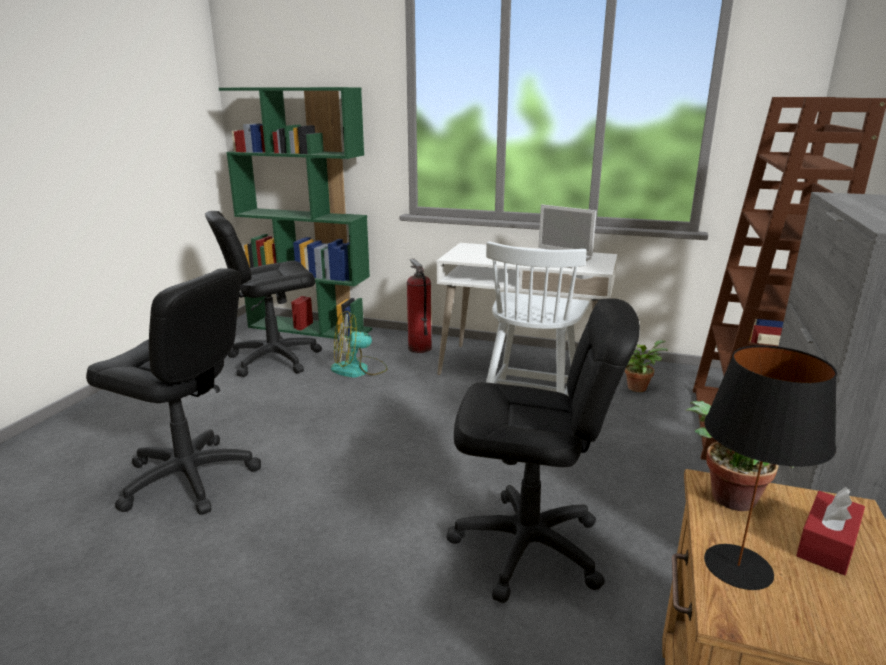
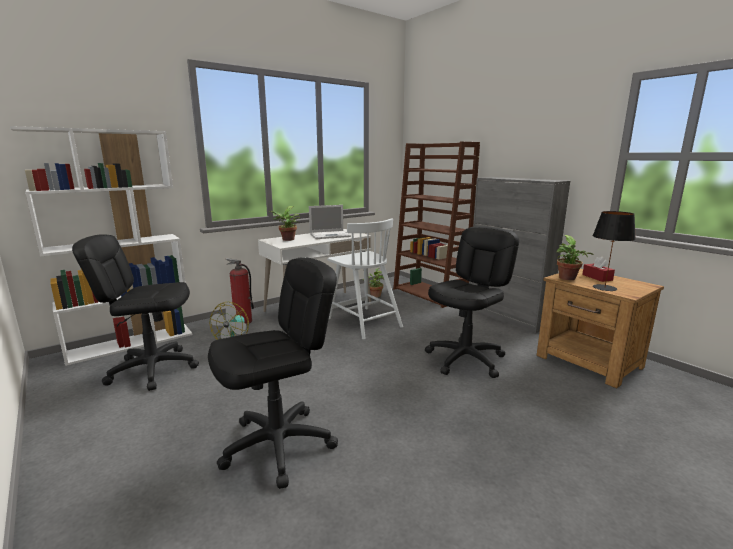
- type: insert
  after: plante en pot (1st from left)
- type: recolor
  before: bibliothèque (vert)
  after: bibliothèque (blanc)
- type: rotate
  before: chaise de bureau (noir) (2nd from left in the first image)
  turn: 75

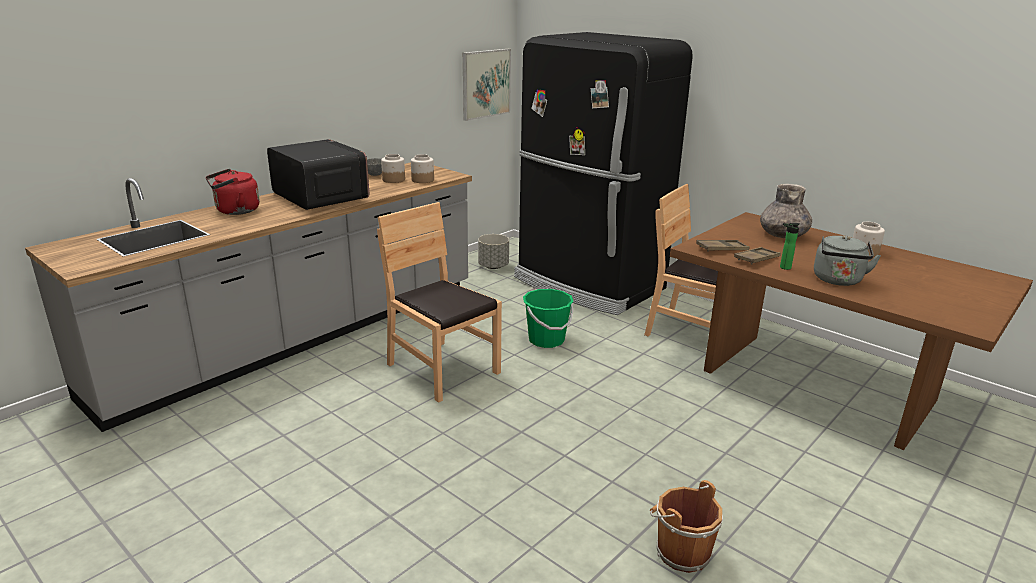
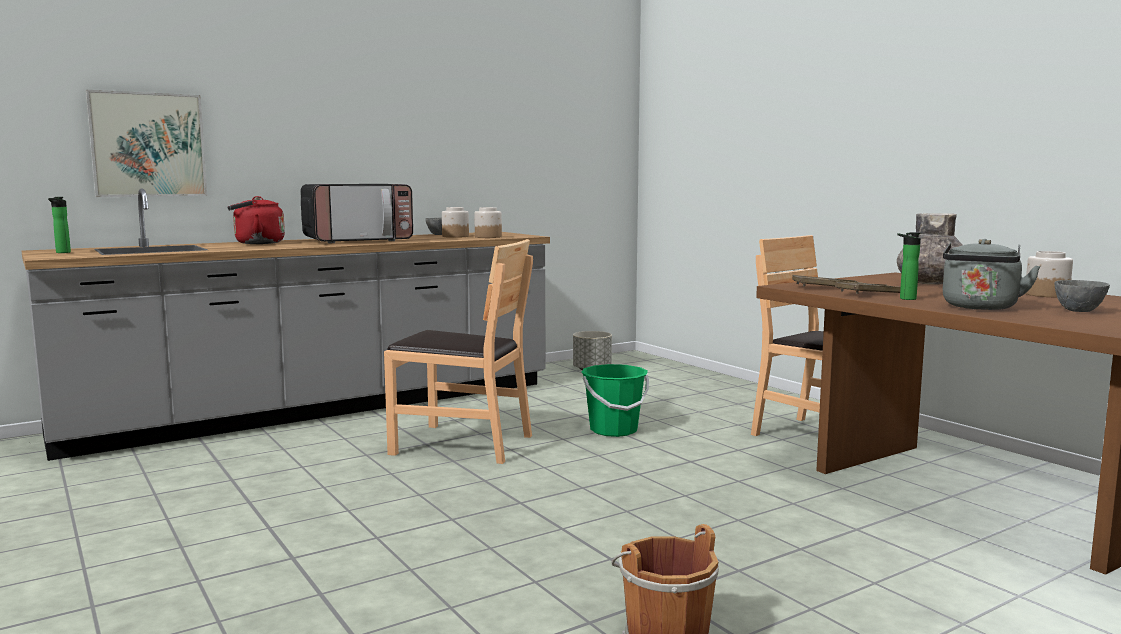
- type: delete
  before: réfrigérateur (noir)
- type: insert
  after: bouteille (1st from left)
- type: insert
  after: bol (gris) (2nd from left)
- type: move
  before: tableau
- type: rotate
  before: micro-ondes
  turn: 90
- type: rotate
  before: chaise (marron) (1st from left)
  turn: 135

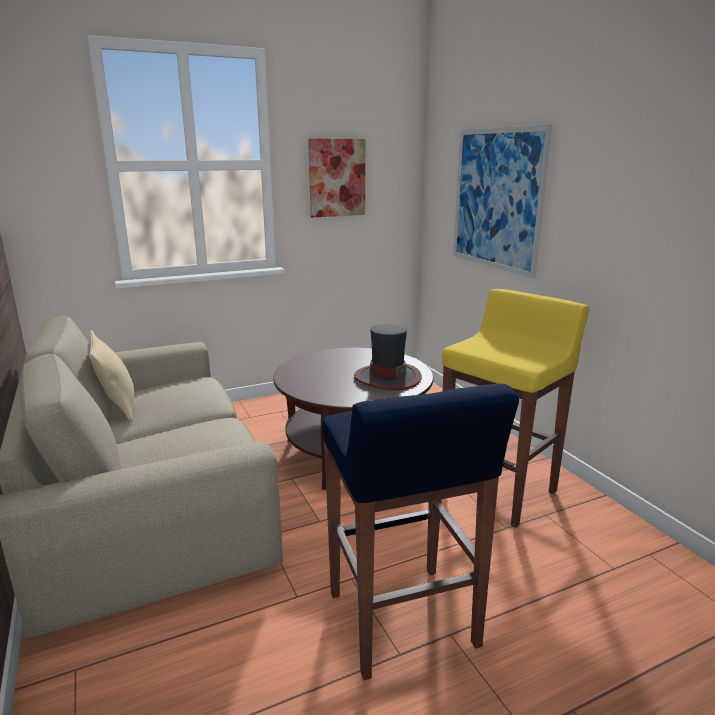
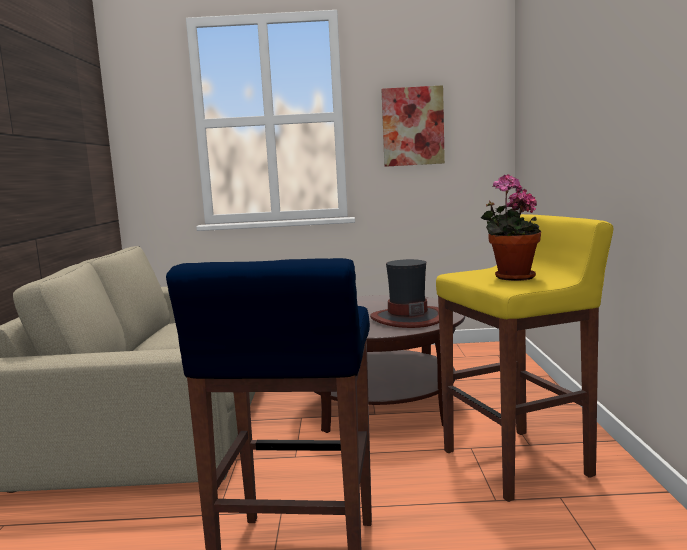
- type: delete
  before: coussin (beige)
- type: delete
  before: tableau (2nd from left)
- type: insert
  after: plante en pot

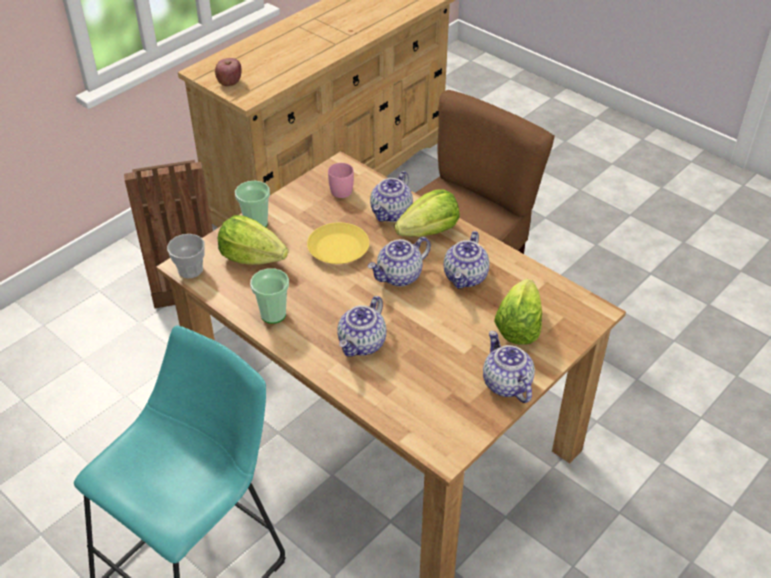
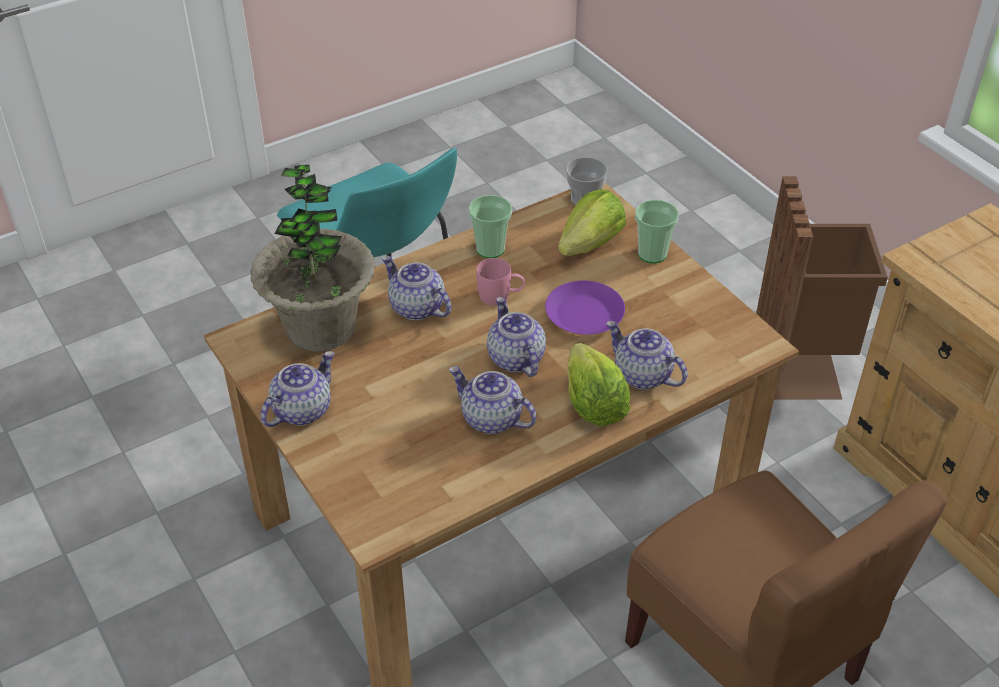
- type: delete
  before: pomme
- type: delete
  before: laitue (3rd from left)
- type: insert
  after: plante en pot
- type: move
  before: mug (rose)
- type: recolor
  before: assiette (jaune)
  after: assiette (violet)
- type: rotate
  before: théière (5th from left in the first image)
  turn: -45

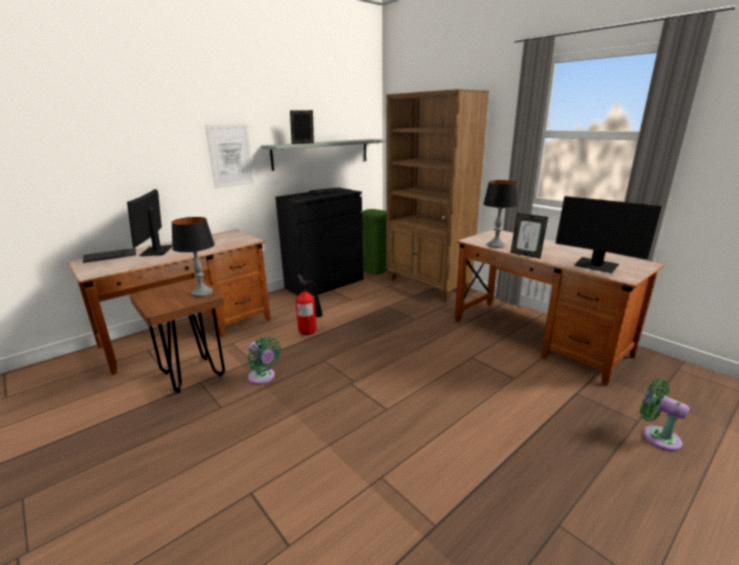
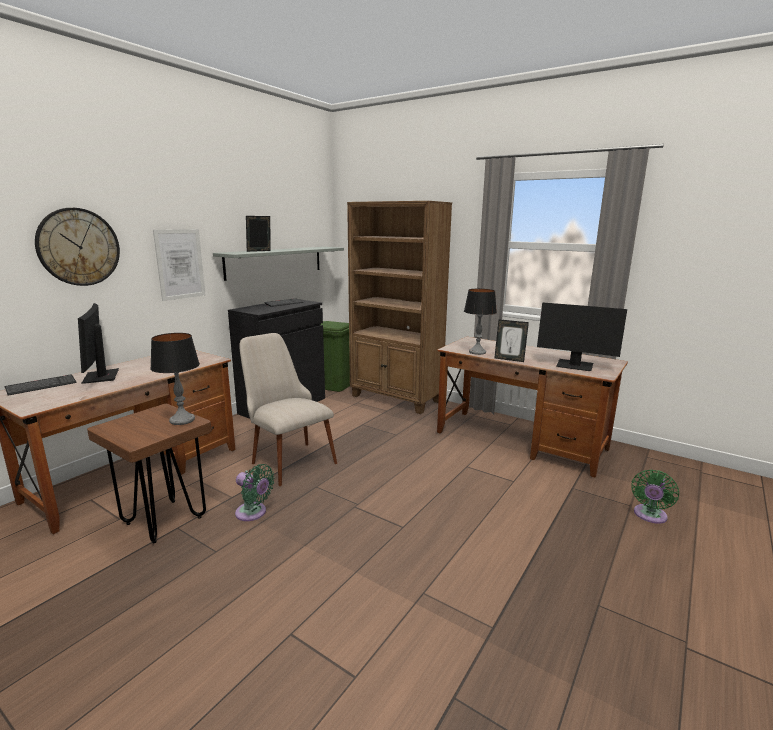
- type: insert
  after: horloge murale
- type: replace
  before: extincteur
  after: chaise (beige)
- type: rotate
  before: ventilateur (vert) (2nd from left)
  turn: -90

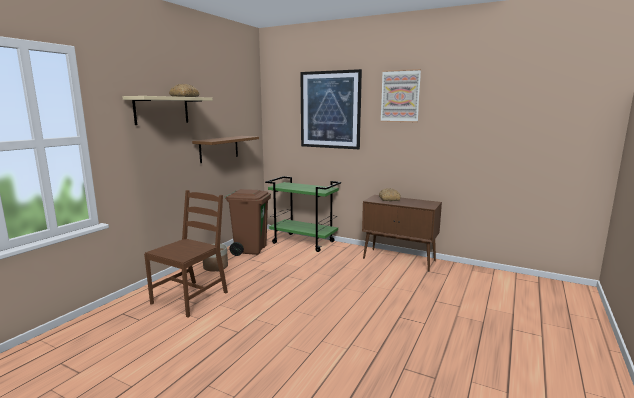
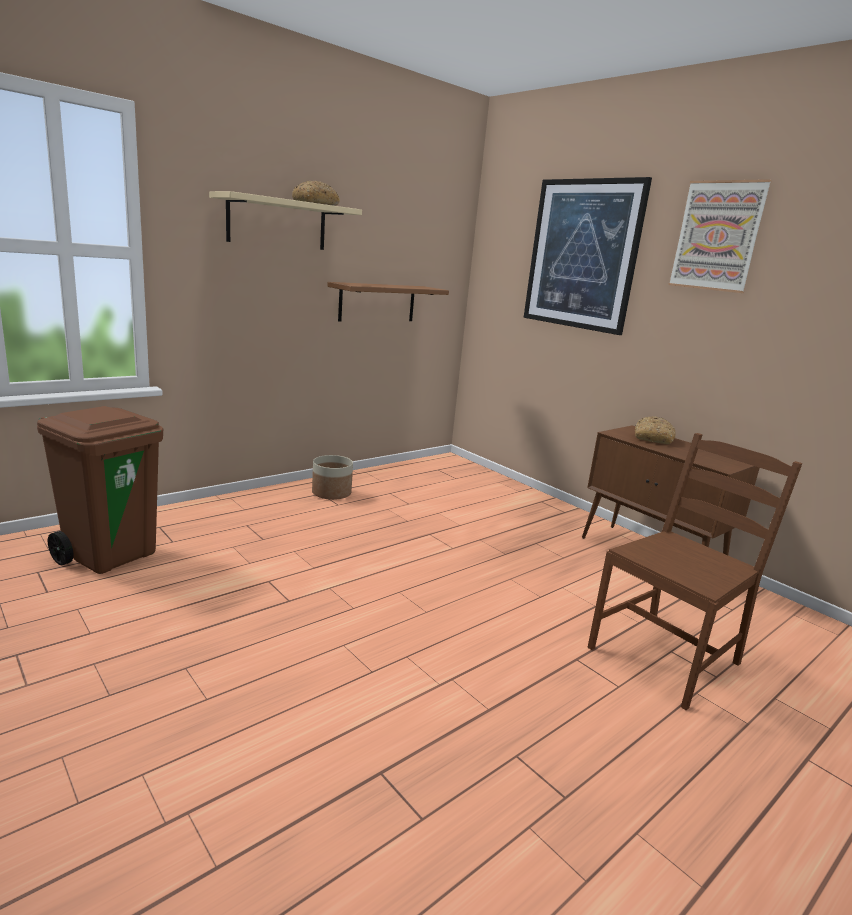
- type: delete
  before: chariot (vert)
- type: move
  before: chaise (marron)
- type: move
  before: poubelle (marron)

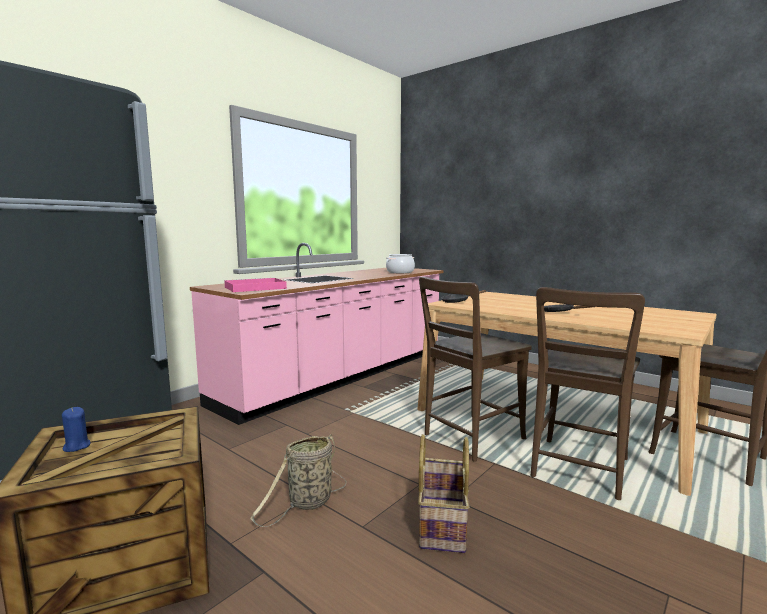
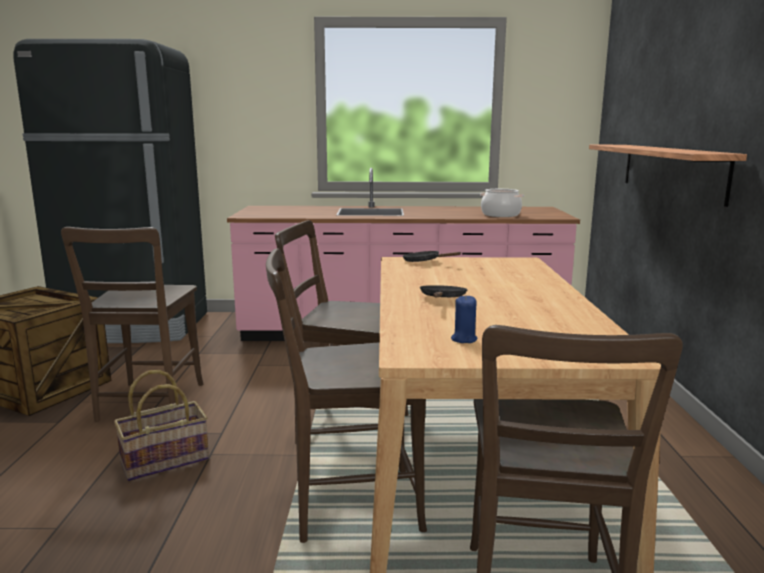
- type: delete
  before: plateau (rose)
- type: insert
  after: étagère
- type: move
  before: bougie (bleu)
- type: replace
  before: panier (1st from left)
  after: chaise (marron) (1st from left)

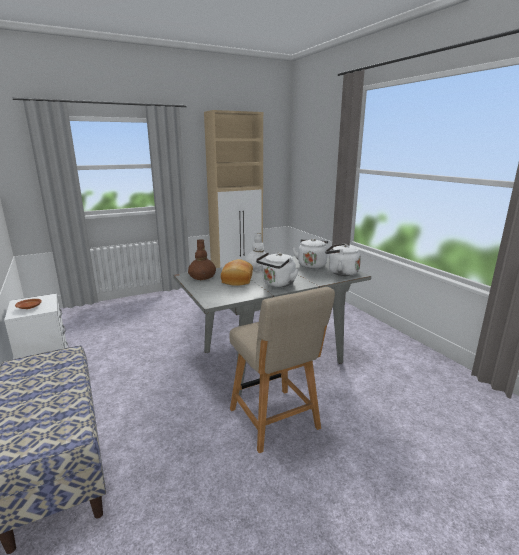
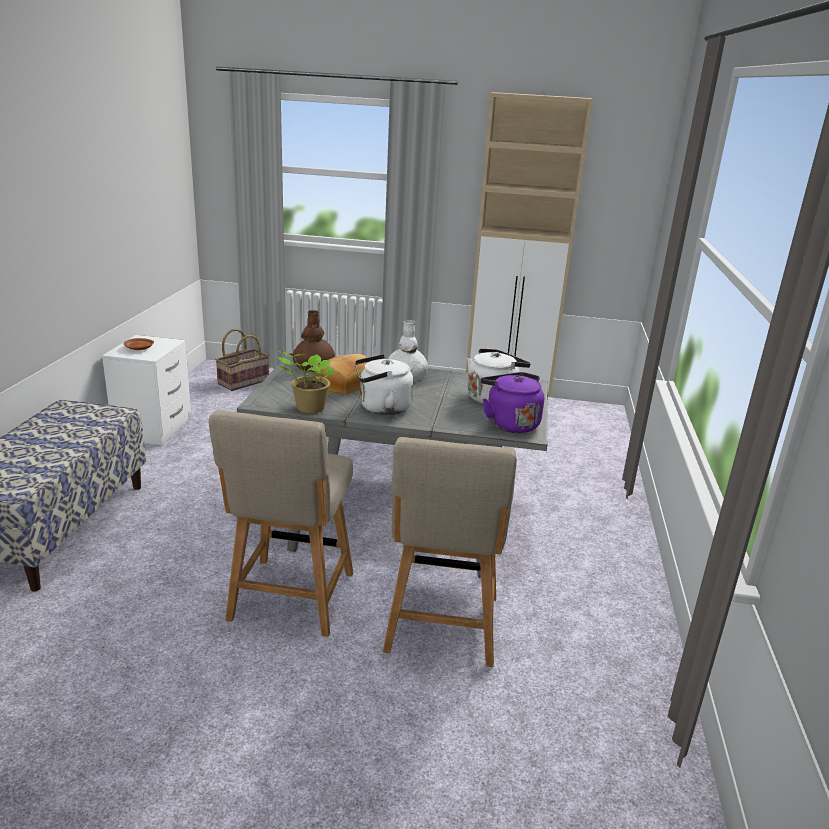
- type: insert
  after: panier
- type: insert
  after: plante en pot
- type: insert
  after: chaise (beige) (2nd from left)
- type: recolor
  before: bouilloire (blanc) (3rd from left)
  after: bouilloire (violet)

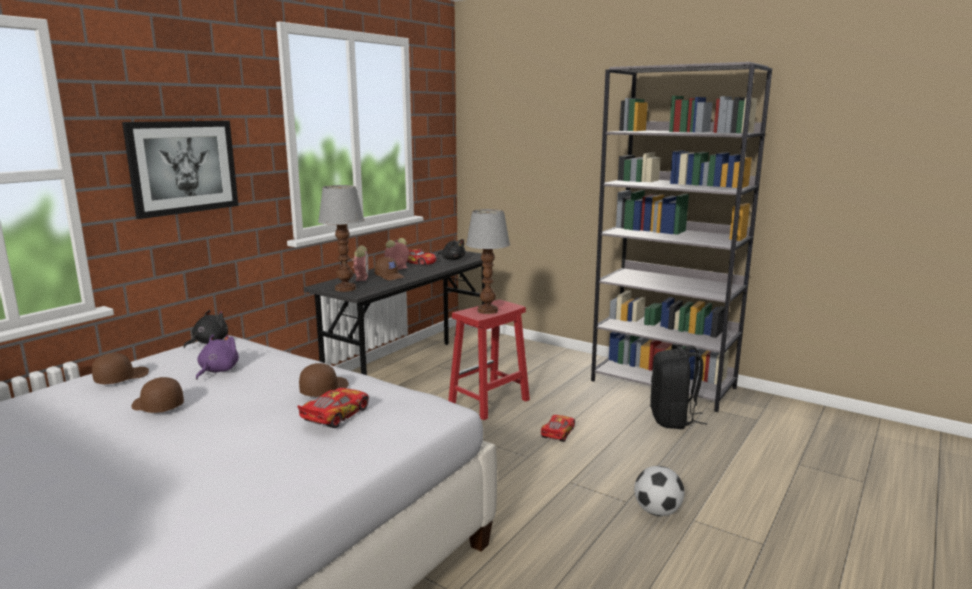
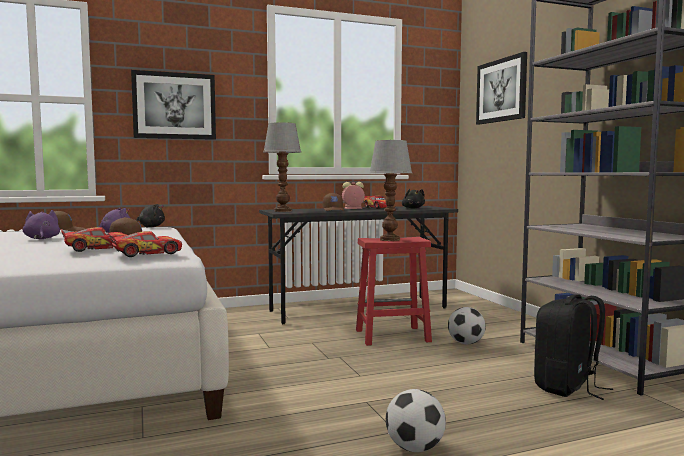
- type: delete
  before: réveil (1st from left)
- type: insert
  after: ballon de foot (2nd from left)
- type: insert
  after: tableau (2nd from left)
- type: move
  before: petite voiture (3rd from left in the first image)
  after: petite voiture (2nd from left)
- type: replace
  before: casquette (marron) (2nd from left)
  after: peluche (violet) (1st from left)

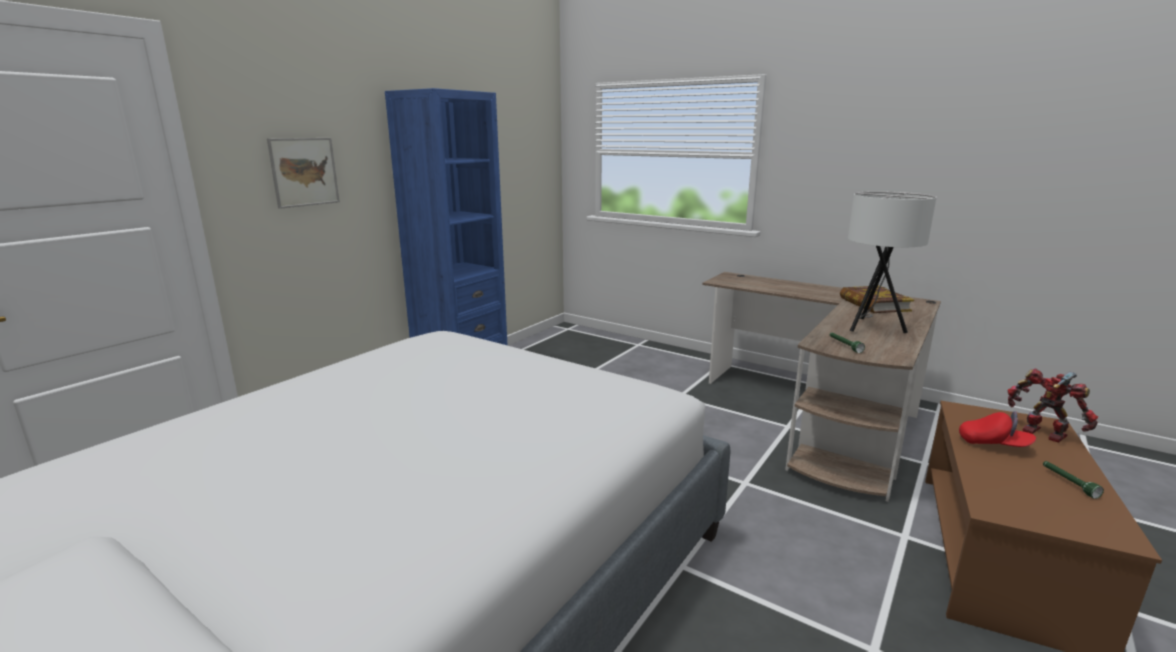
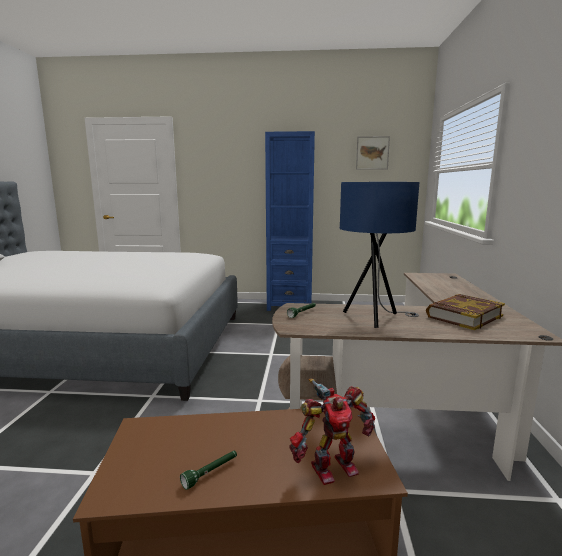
- type: delete
  before: casquette (rouge)
- type: move
  before: tableau
- type: recolor
  before: lampe de table (blanc)
  after: lampe de table (bleu)
- type: rotate
  before: robot jouet
  turn: 45

